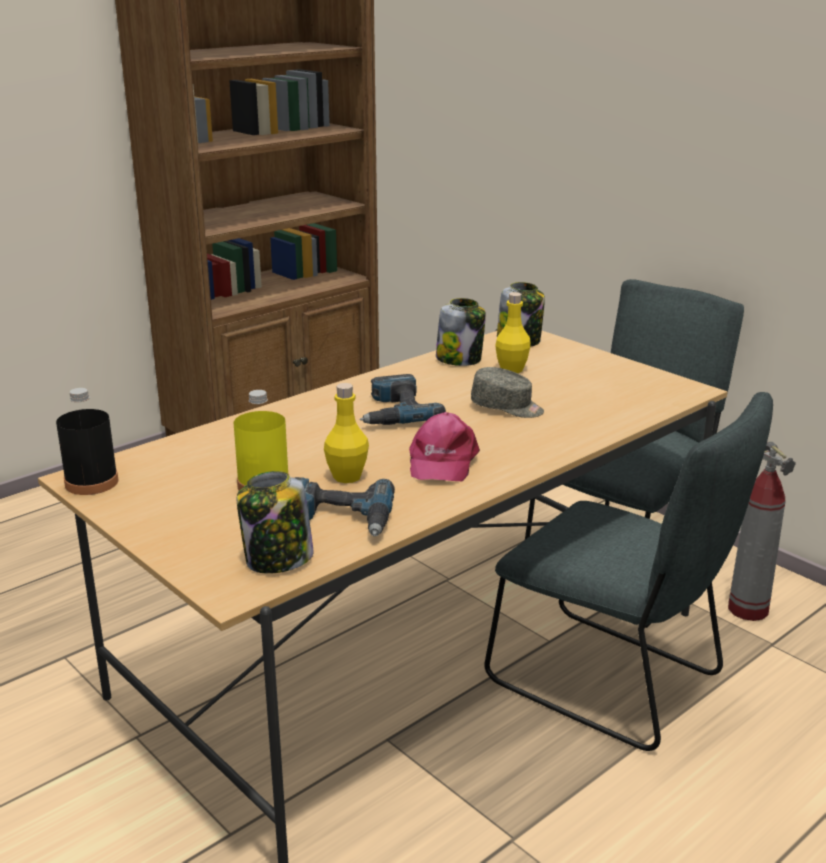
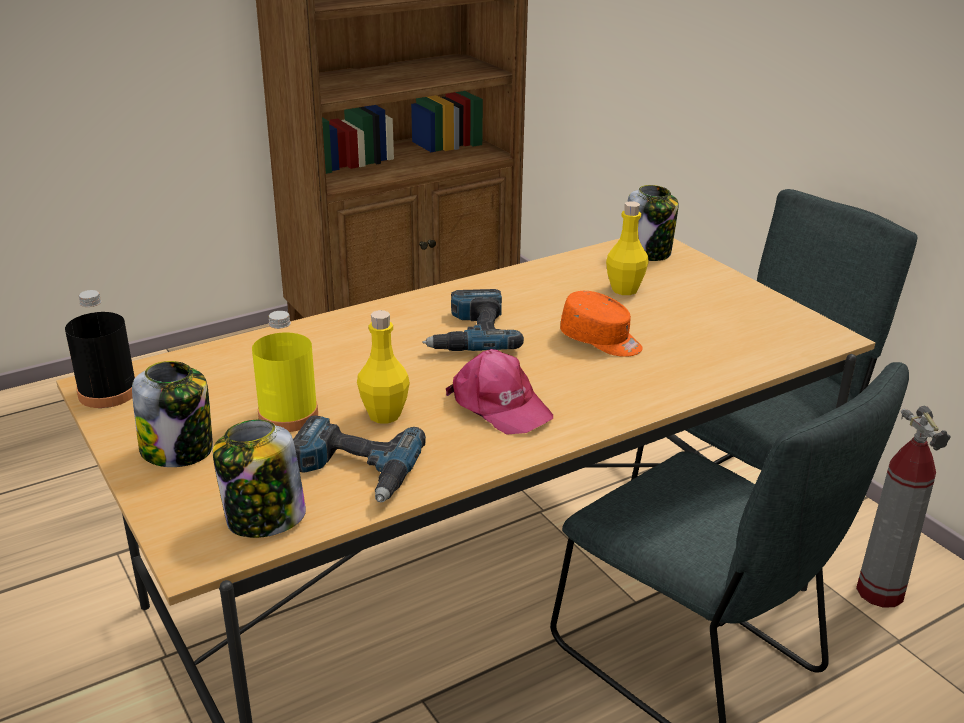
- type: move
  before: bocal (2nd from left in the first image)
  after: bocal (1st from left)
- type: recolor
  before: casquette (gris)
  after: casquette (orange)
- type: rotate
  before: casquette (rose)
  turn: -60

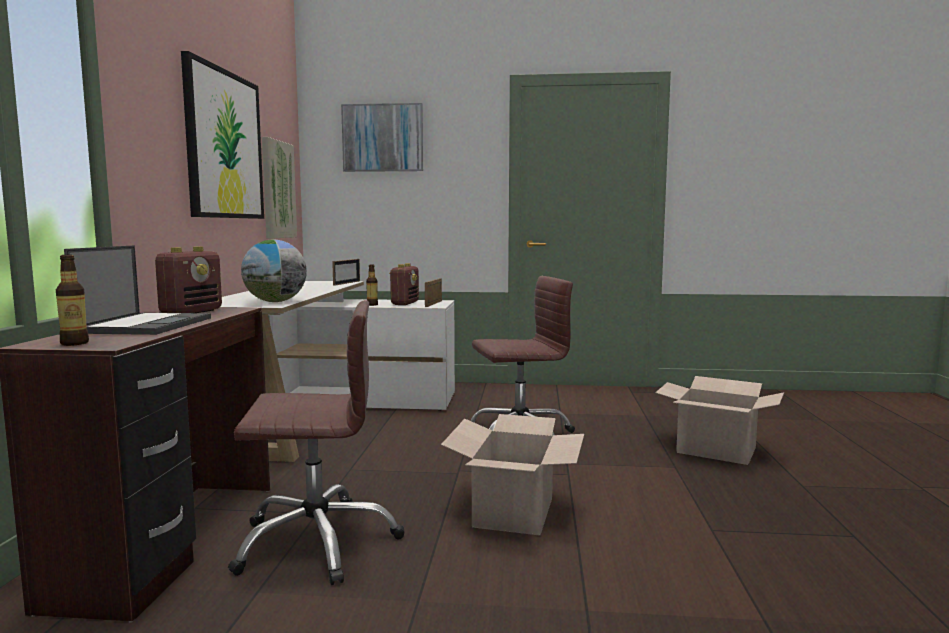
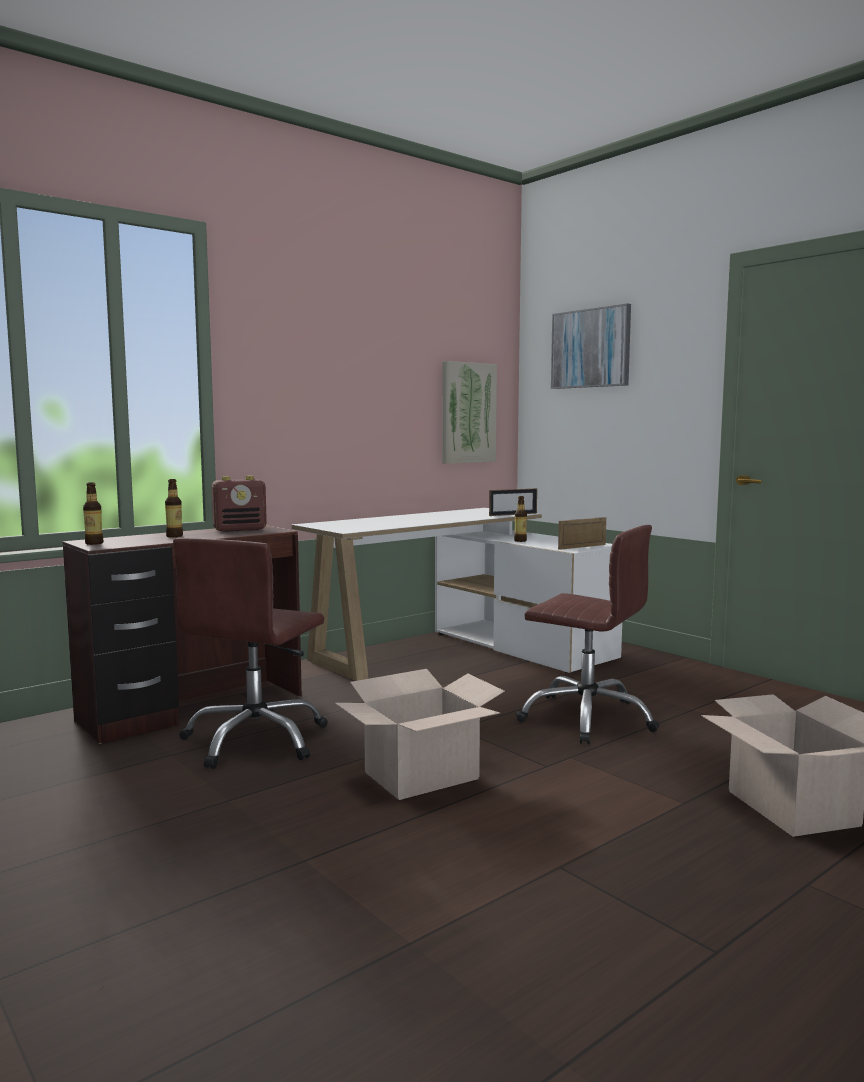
- type: delete
  before: tableau (1st from left)
- type: delete
  before: globe
- type: delete
  before: radio (2nd from left)
- type: replace
  before: ordinateur portable
  after: bouteille (2nd from left)
- type: rotate
  before: chaise de bureau (marron) (1st from left)
  turn: 75

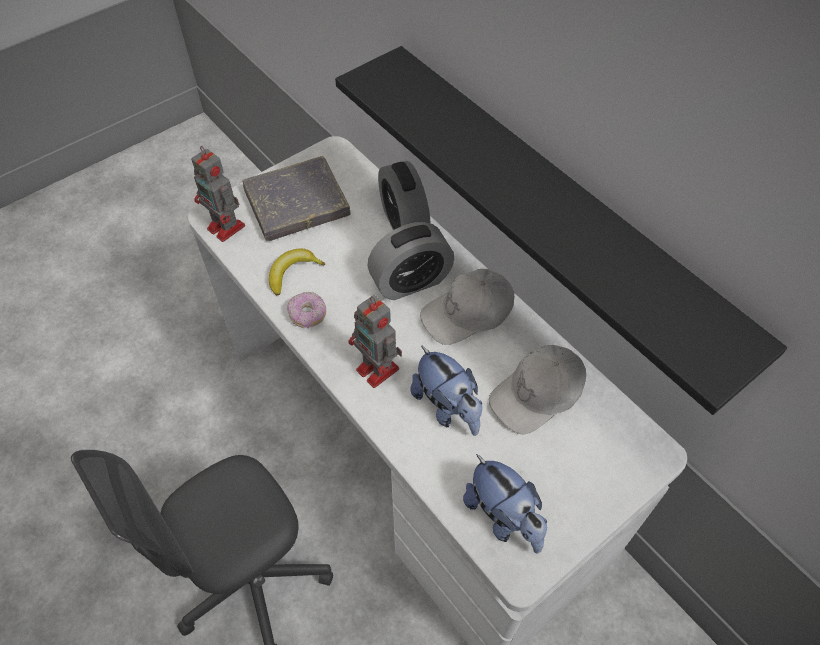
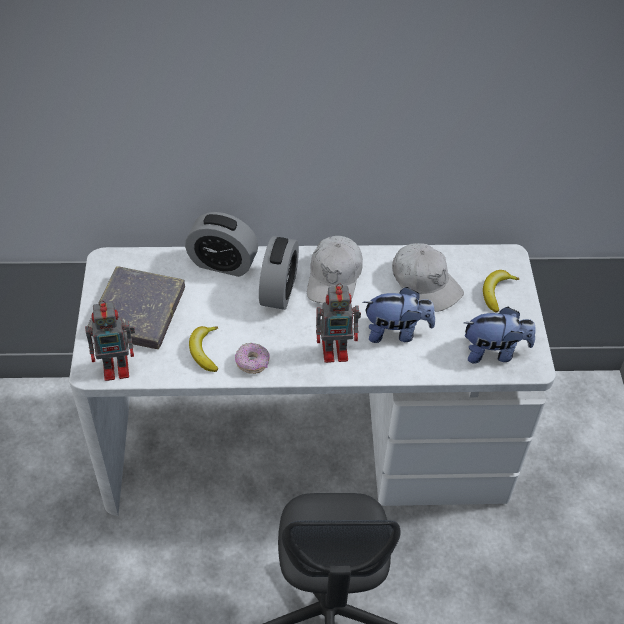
- type: delete
  before: étagère (noir)
- type: insert
  after: banane (2nd from left)
- type: rotate
  before: casquette (blanc) (2nd from left)
  turn: -45

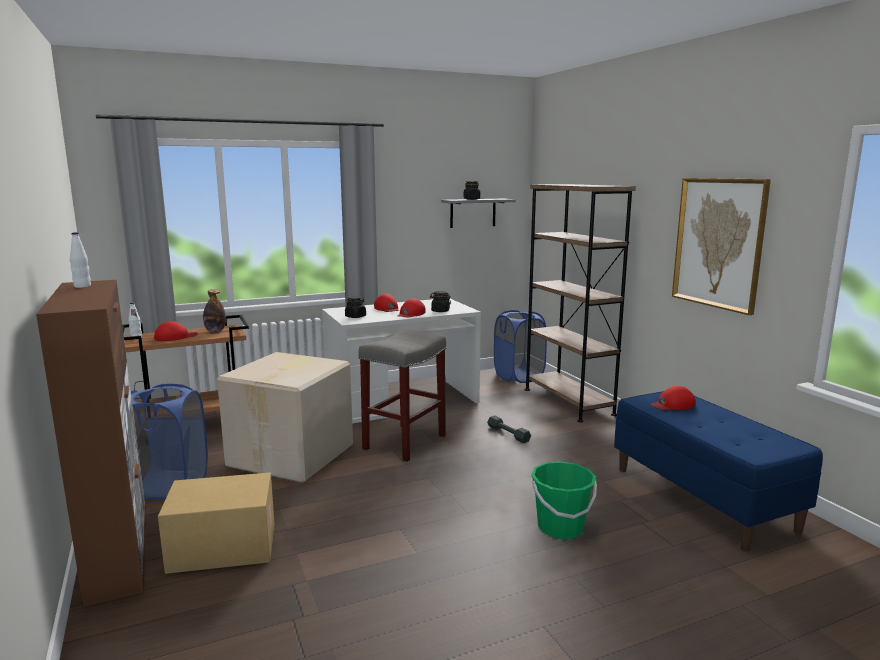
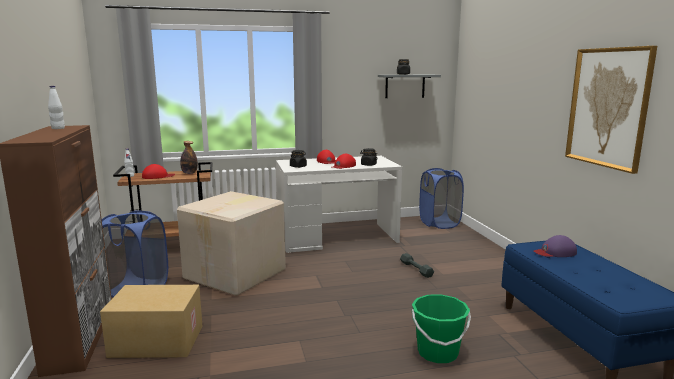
- type: delete
  before: tabouret (gris)
- type: delete
  before: bibliothèque (marron)
- type: recolor
  before: casquette (rouge) (4th from left)
  after: casquette (violet)

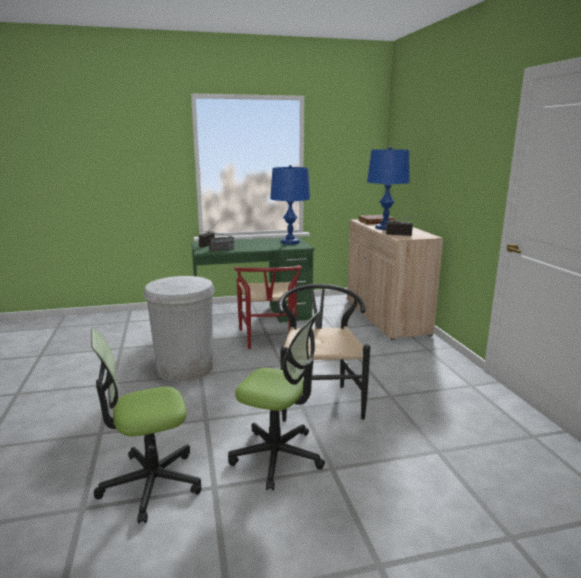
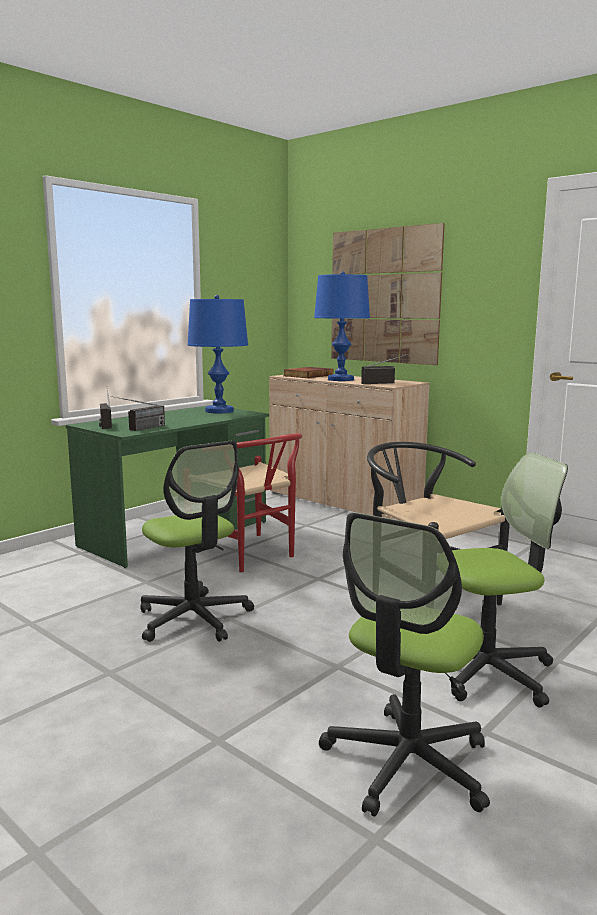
- type: insert
  after: tableau
- type: replace
  before: poubelle (blanc)
  after: chaise de bureau (1st from left)

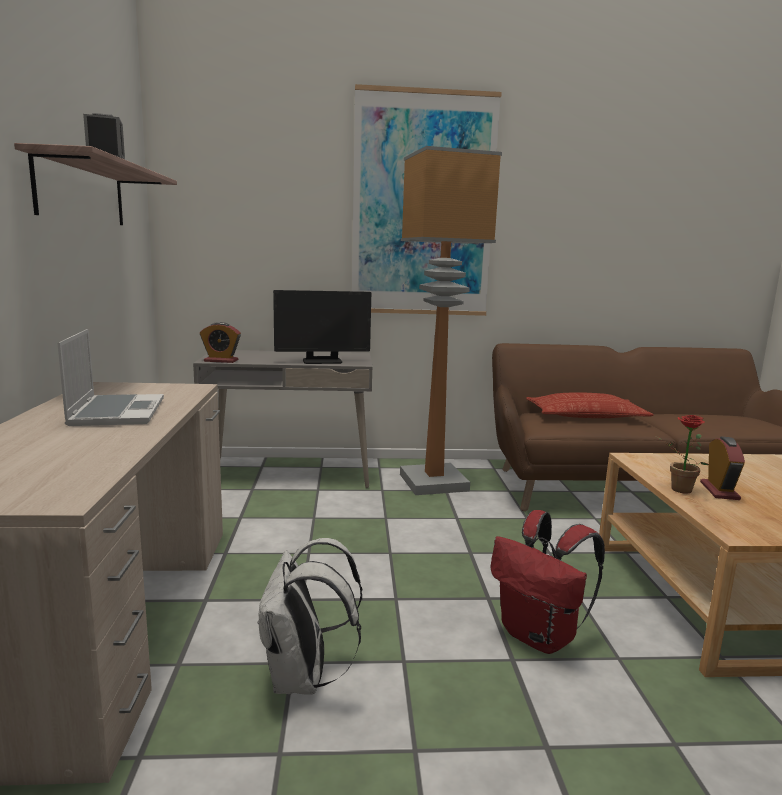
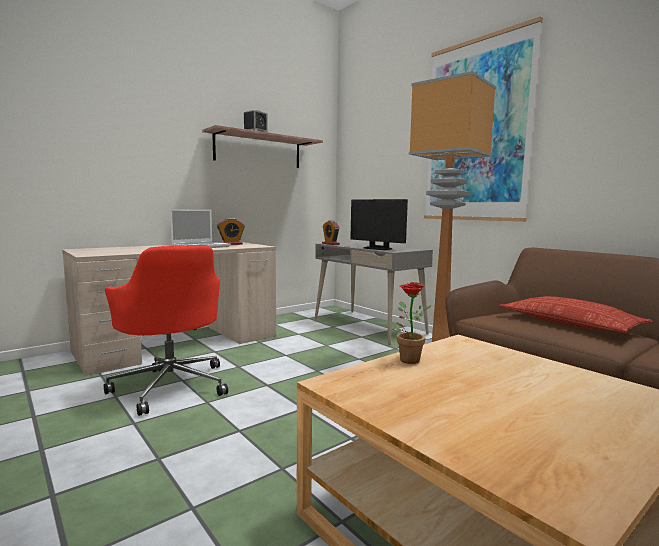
- type: delete
  before: sac à dos (rouge)
- type: move
  before: réveil (3rd from left in the first image)
  after: réveil (1st from left)
- type: replace
  before: sac à dos (blanc)
  after: chaise de bureau (rouge)

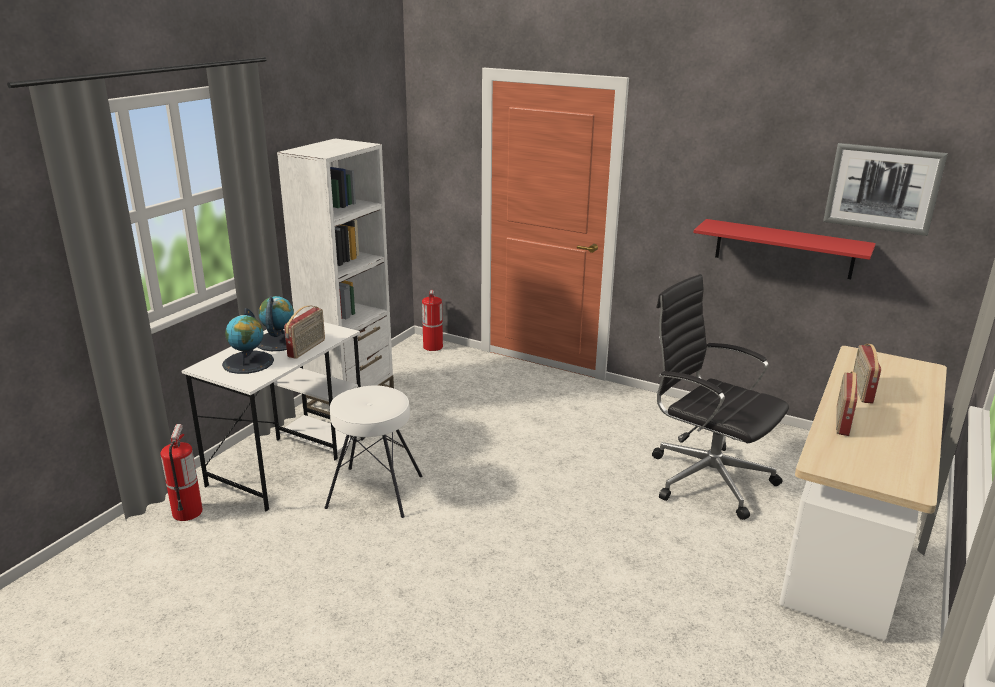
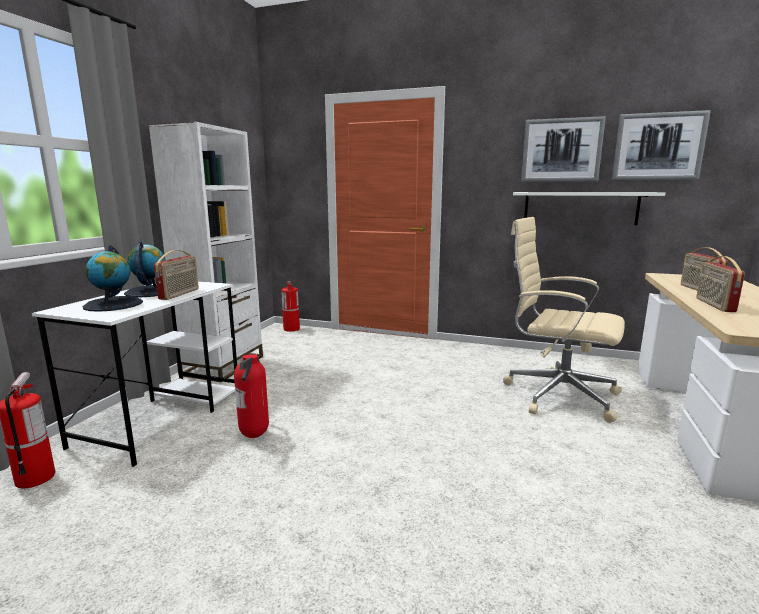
- type: insert
  after: tableau (1st from left)
- type: replace
  before: tabouret (blanc)
  after: extincteur (2nd from left)
- type: recolor
  before: chaise de bureau (noir)
  after: chaise de bureau (beige)
- type: recolor
  before: étagère (rouge)
  after: étagère (blanc)

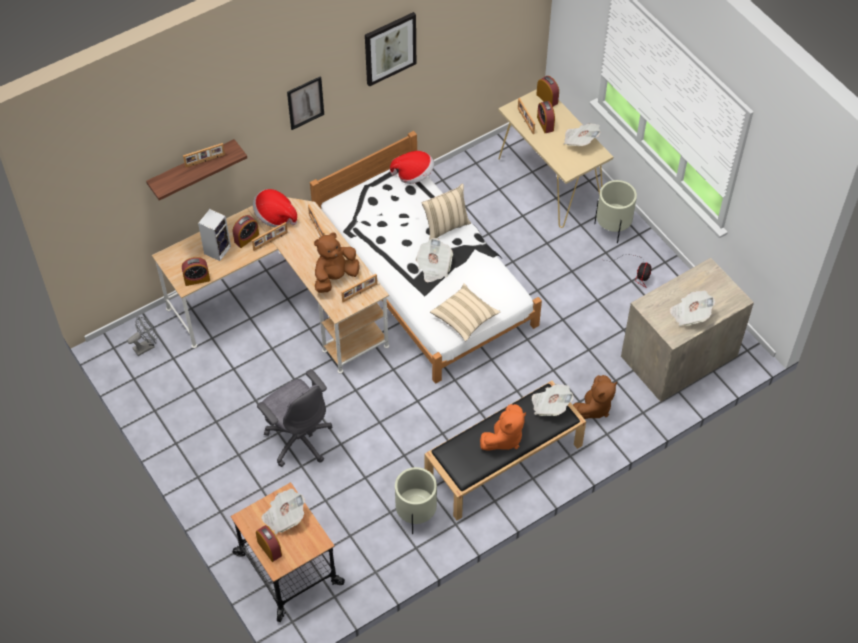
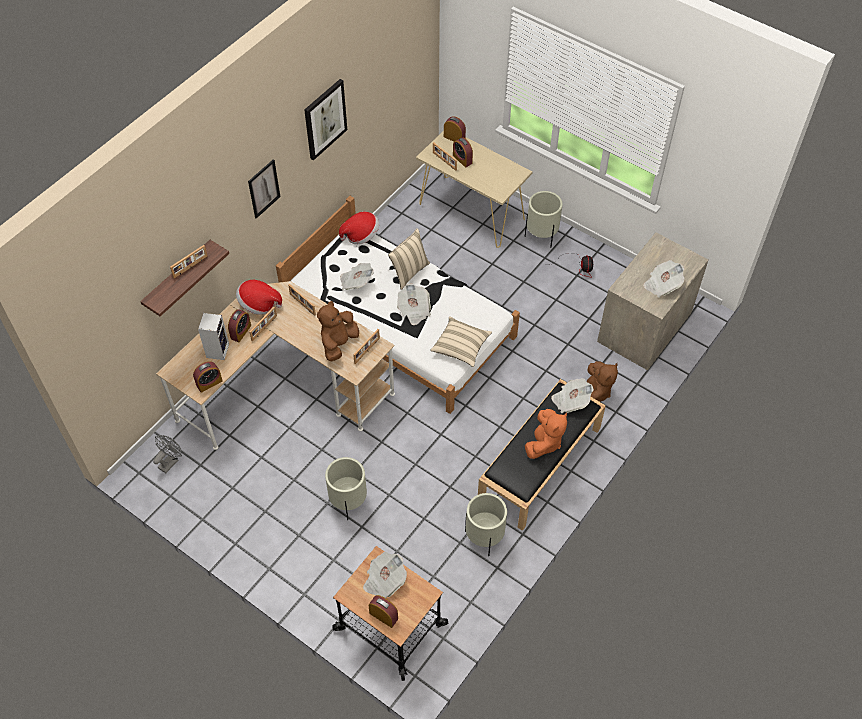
- type: move
  before: journal (4th from left in the first image)
  after: journal (1st from left)
- type: replace
  before: chaise de bureau (gris)
  after: cache-pot (beige) (1st from left)

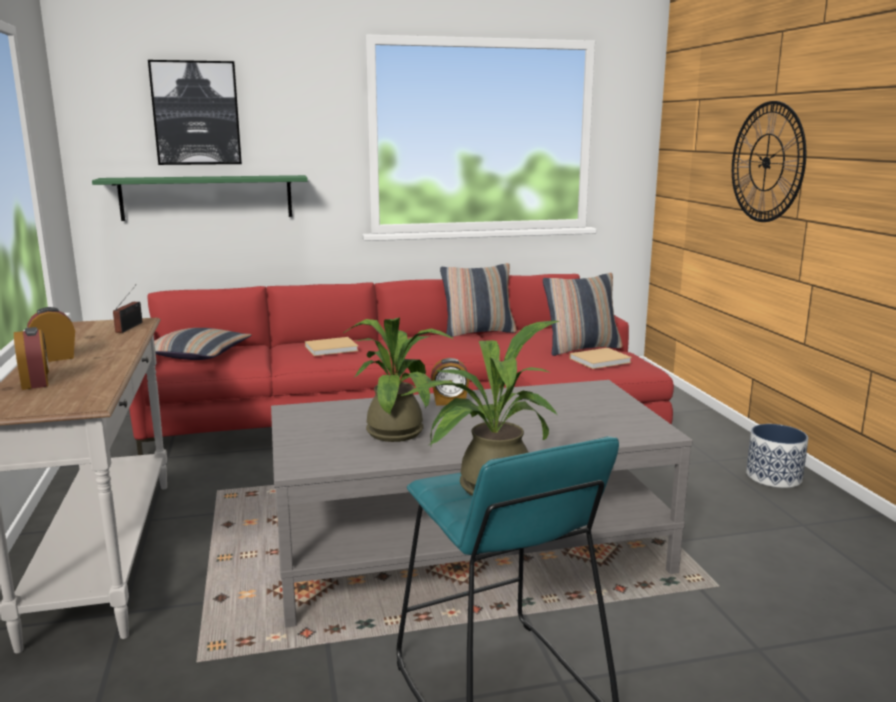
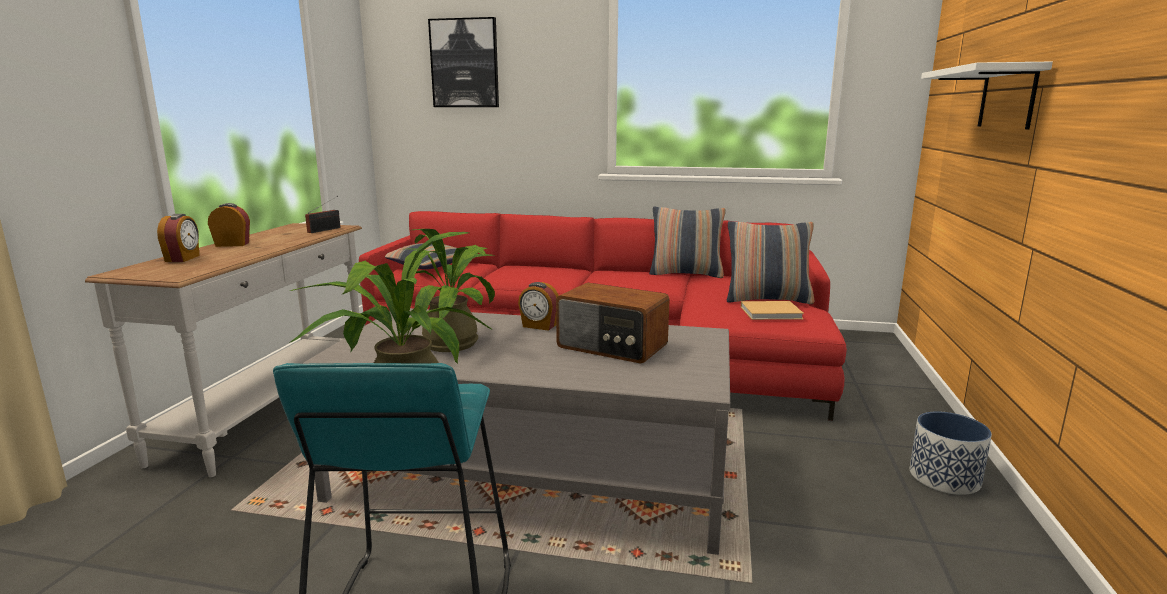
- type: delete
  before: étagère (vert)
- type: delete
  before: livre (beige) (1st from left)
- type: insert
  after: radio (2nd from left)
- type: replace
  before: horloge murale
  after: étagère (blanc)

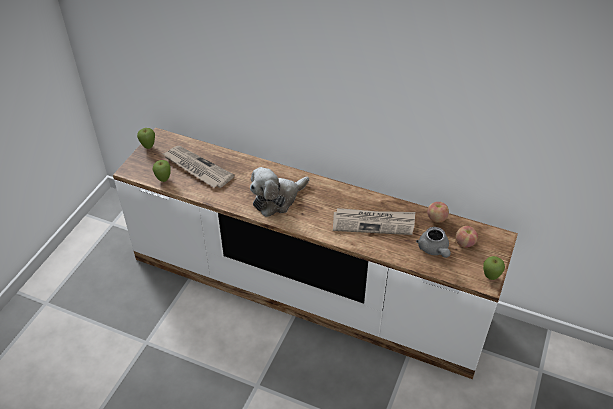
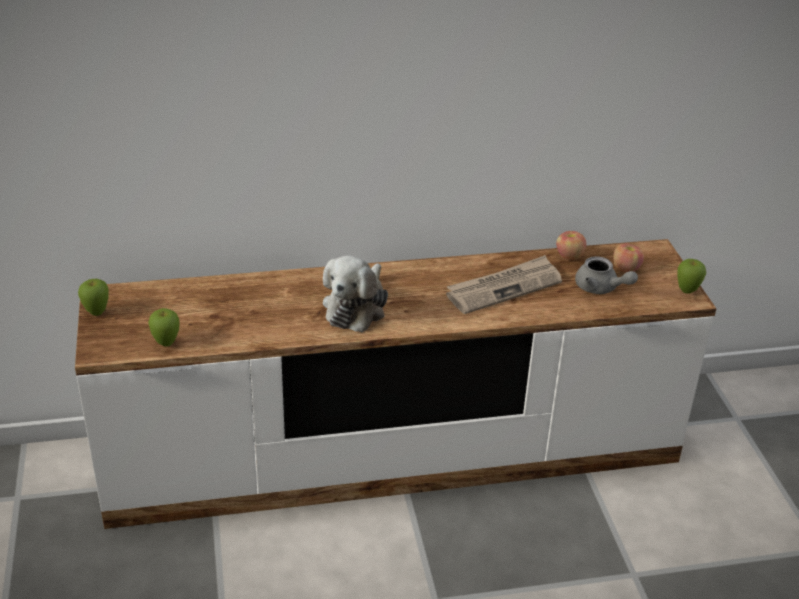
- type: delete
  before: journal (1st from left)

